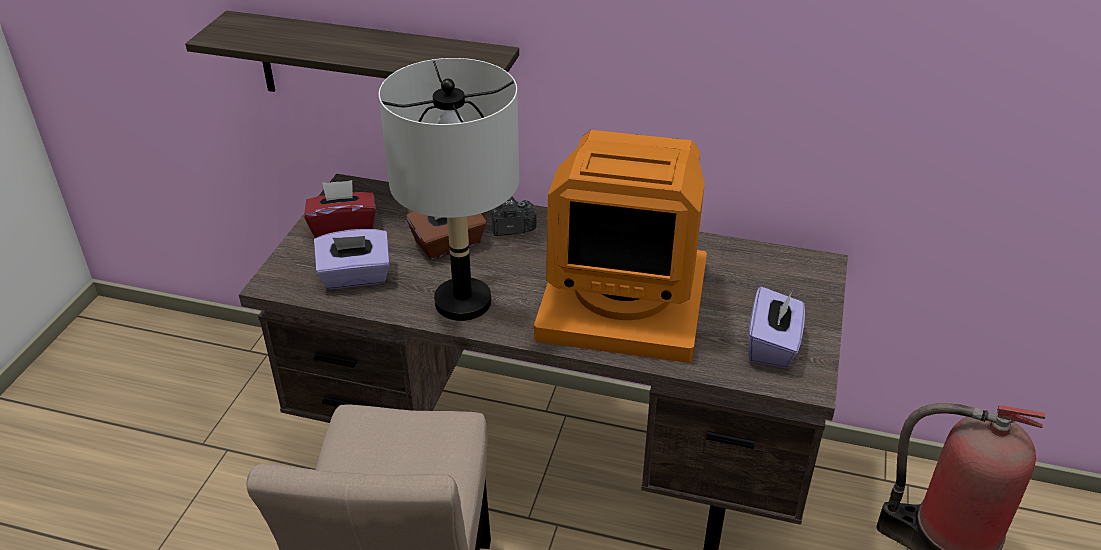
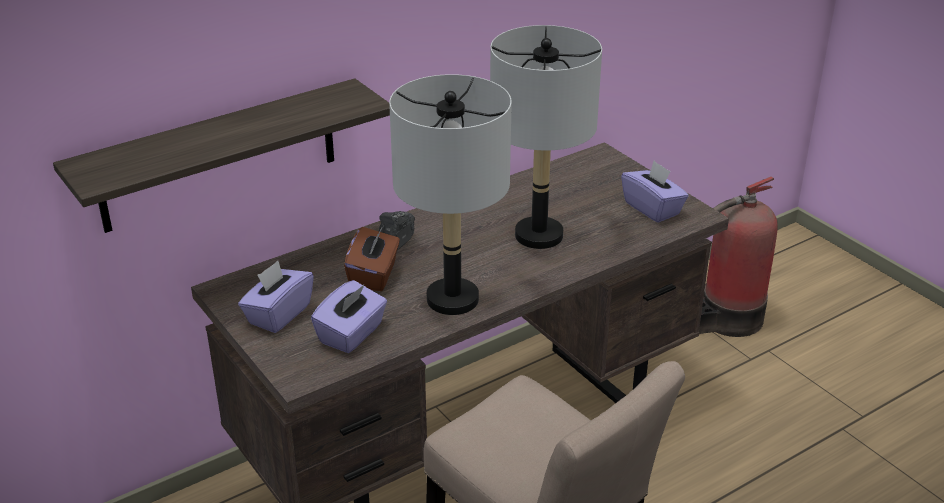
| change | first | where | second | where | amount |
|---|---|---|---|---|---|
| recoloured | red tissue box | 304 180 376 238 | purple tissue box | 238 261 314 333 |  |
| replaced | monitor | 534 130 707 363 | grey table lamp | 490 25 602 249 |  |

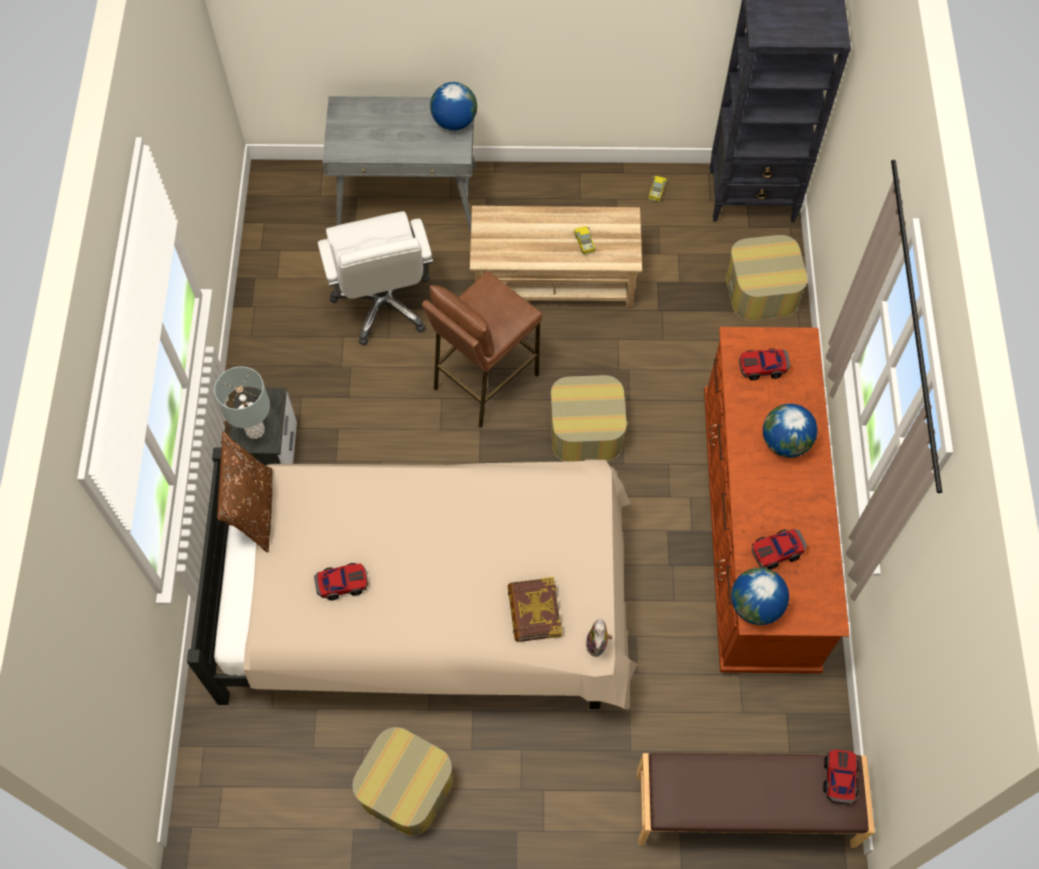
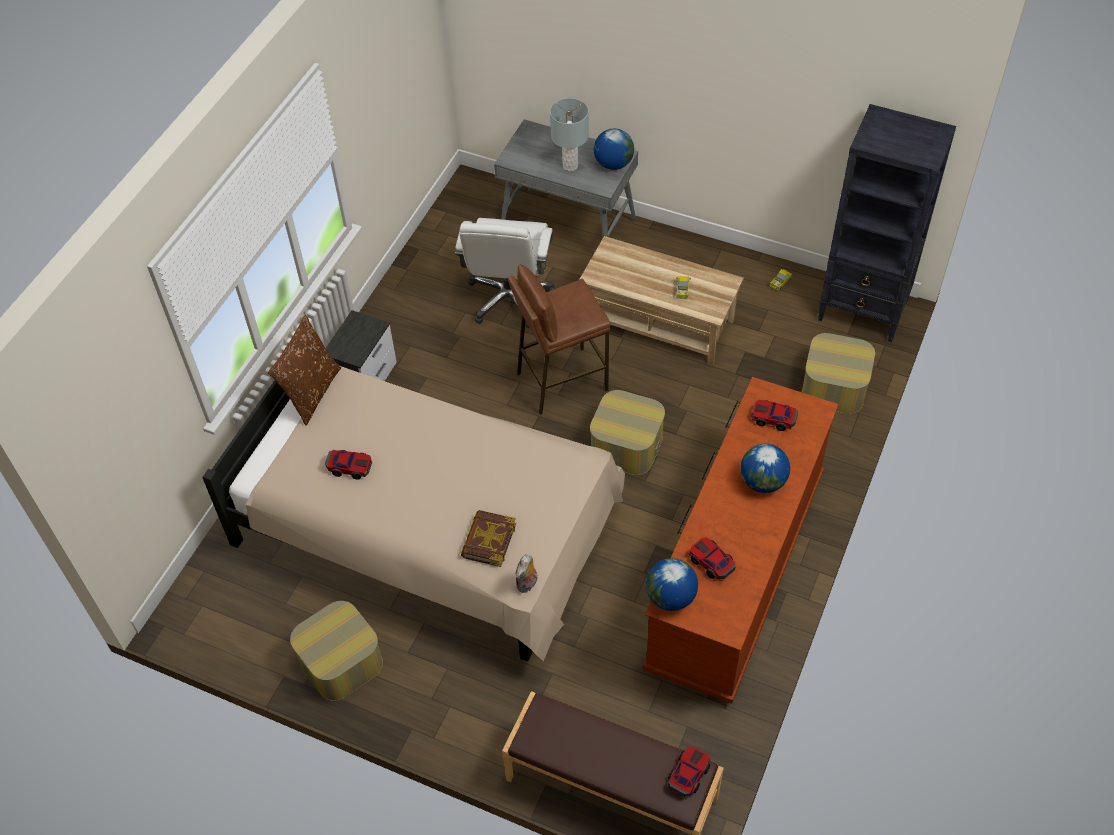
| change | first | where | second | where | amount |
|---|---|---|---|---|---|
| moved | grey table lamp | 214 366 270 439 |  | 550 98 589 171 |  |
| turned | toy car | 752 529 807 569 |  | 689 537 736 580 | 45 degrees clockwise |

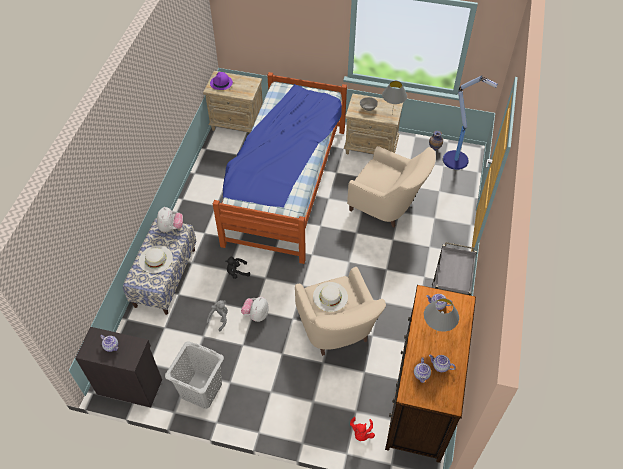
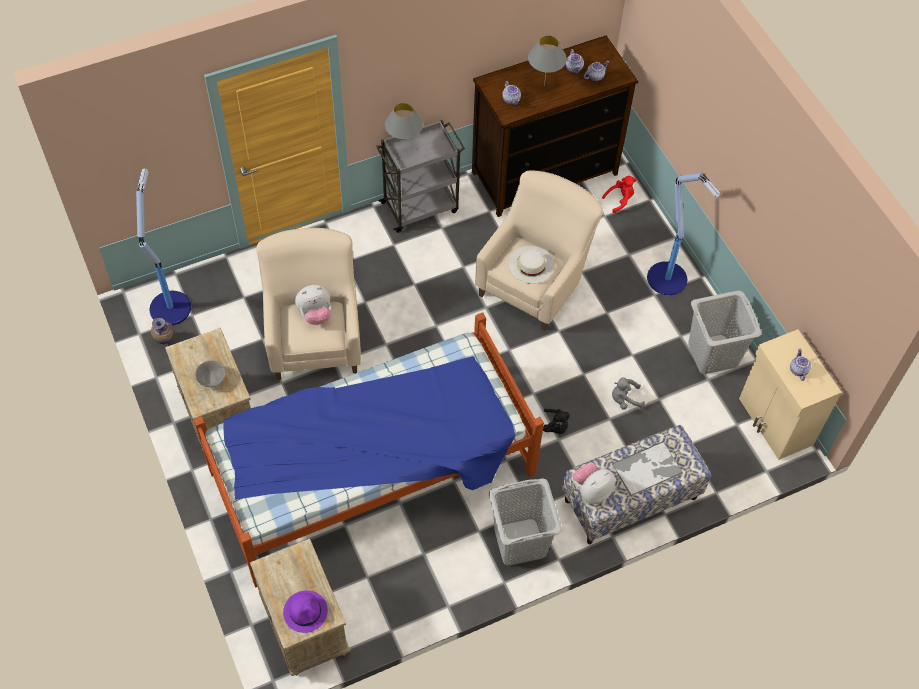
| change | first | where | second | where | amount |
|---|---|---|---|---|---|
| recoloured | black cabinet | 75 327 162 407 | beige cabinet | 739 329 842 460 |  |
| replaced | white hat | 139 246 173 273 | tray | 612 441 683 496 |  |
| moved | plush toy | 241 297 268 322 |  | 295 285 331 325 |  |
| moved | grey table lamp | 382 81 407 114 |  | 385 103 423 151 |  |
| added |  |  | grey laundry basket | 489 478 562 566 |  |
| added |  |  | floor lamp | 647 173 721 295 |  |

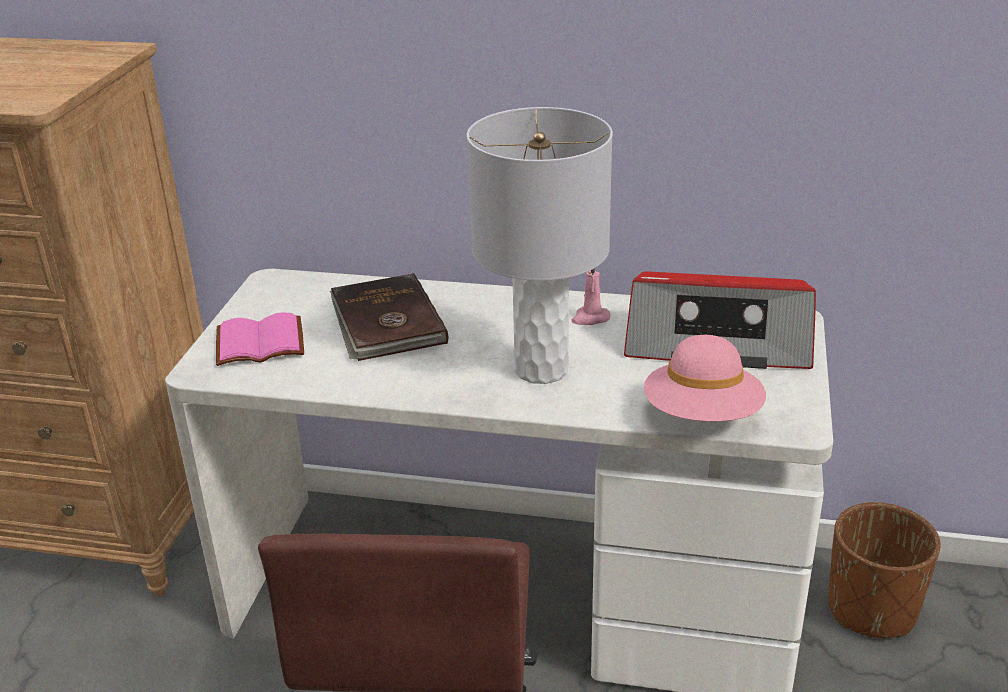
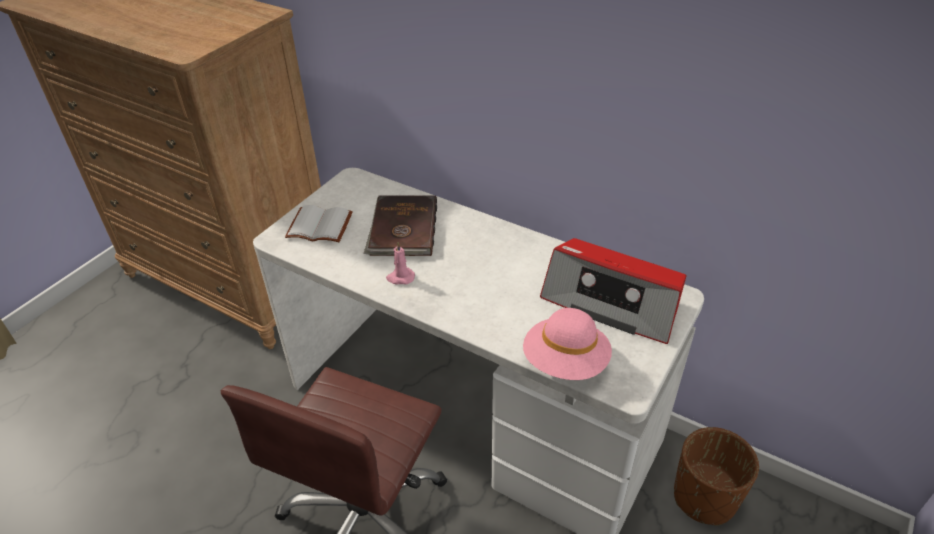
| change | first | where | second | where | amount |
|---|---|---|---|---|---|
| recoloured | pink book | 216 312 304 366 | white book | 285 205 353 242 |  |
| removed | grey table lamp | 467 107 613 384 |  |  |  |
| moved | pink candle | 572 268 610 325 |  | 386 242 415 285 |  |

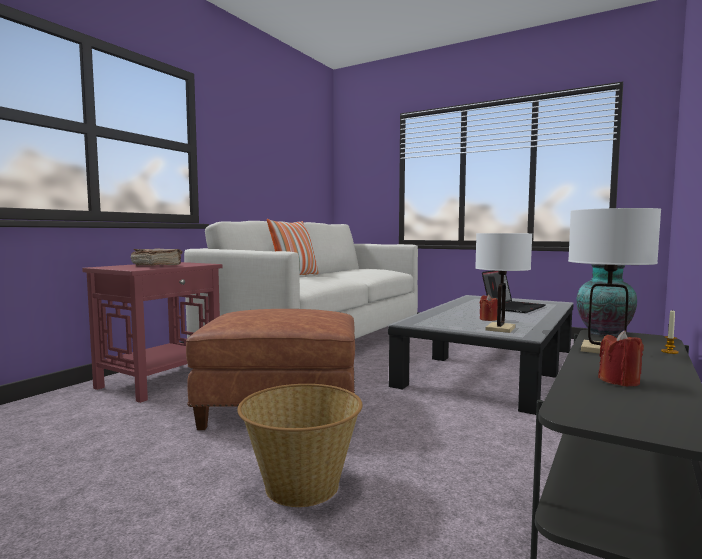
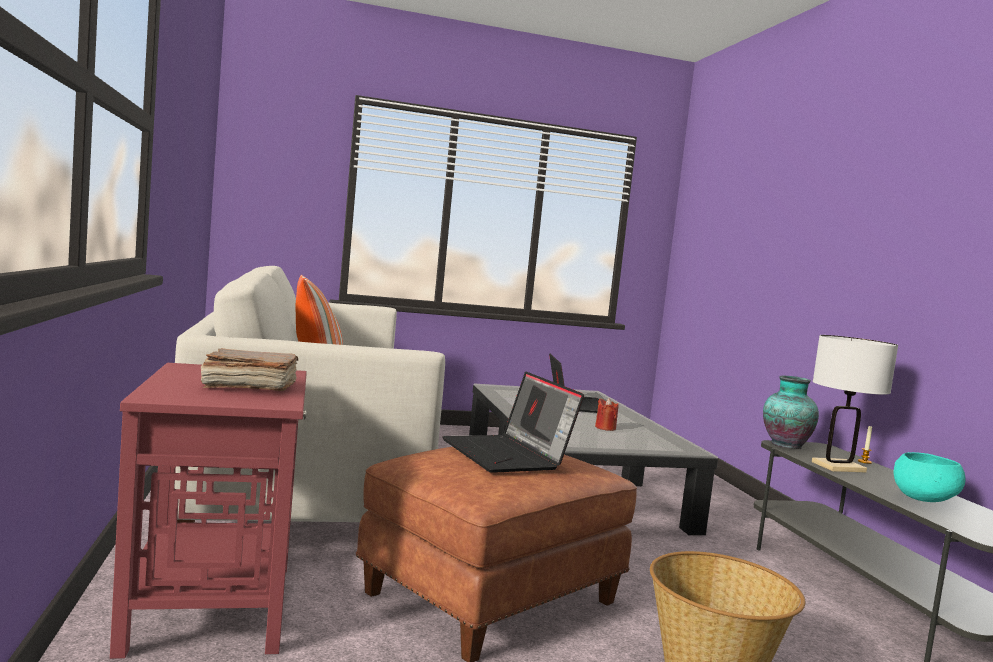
| change | first | where | second | where | amount |
|---|---|---|---|---|---|
| removed | white table lamp | 475 233 532 333 |  |  |  |
| replaced | red candle | 598 331 644 386 | turquoise bowl | 893 452 966 502 |  |
| added |  |  | laptop | 442 372 584 473 |  |

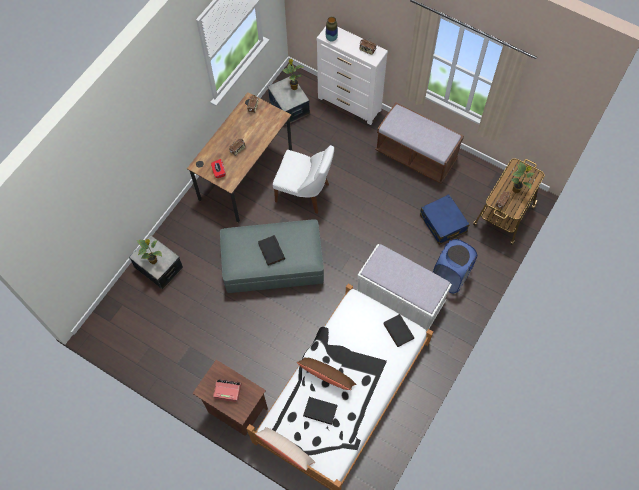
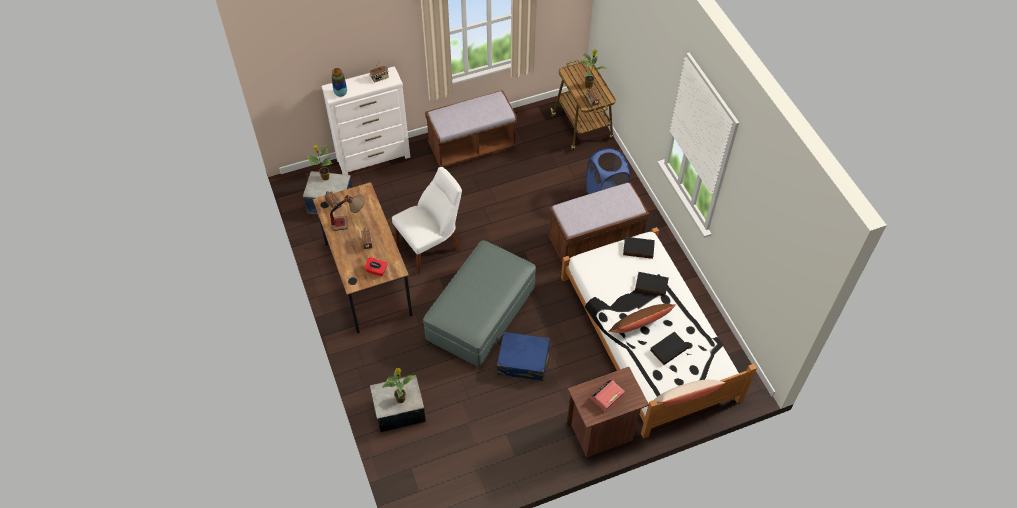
| change | first | where | second | where | amount |
|---|---|---|---|---|---|
| moved | black book | 258 235 285 266 |  | 635 272 669 297 |  |
| recoloured | white bench | 357 244 452 331 | brown bench | 548 183 649 261 |  |
| moved | blue suitcase | 420 194 470 245 |  | 497 332 551 381 |  |
| added |  |  | table lamp | 330 195 365 231 |  |

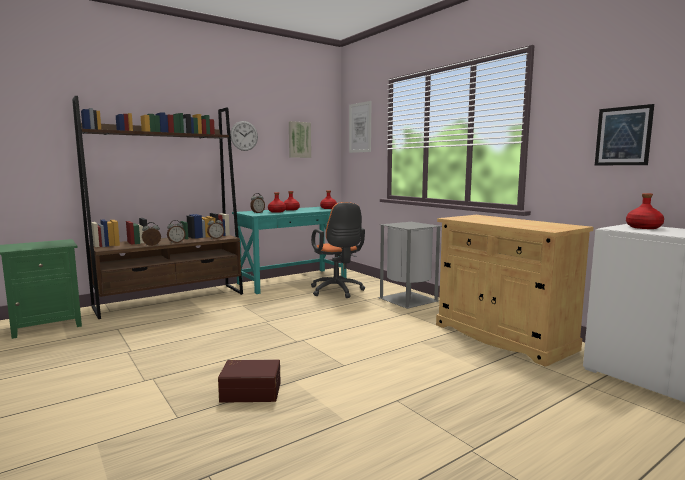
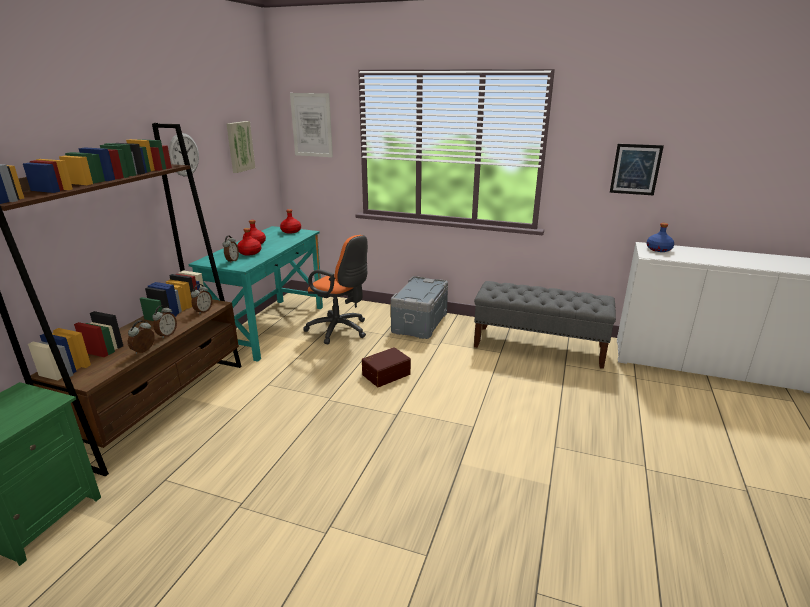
| change | first | where | second | where | amount |
|---|---|---|---|---|---|
| moved | brown storage box | 218 359 281 403 |  | 362 347 411 387 |  |
| replaced | grey trash can | 378 222 441 309 | grey storage box | 391 276 448 339 |  |
| replaced | beige cabinet | 436 215 593 367 | grey bench | 474 281 616 369 |  |
| recoloured | red bottle | 626 193 664 229 | blue bottle | 646 223 674 252 |  |

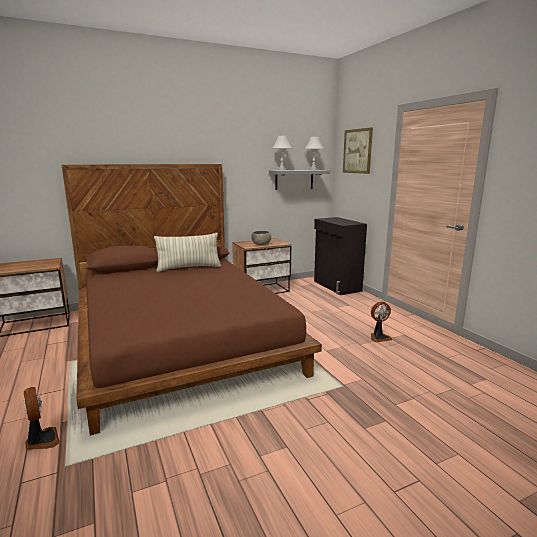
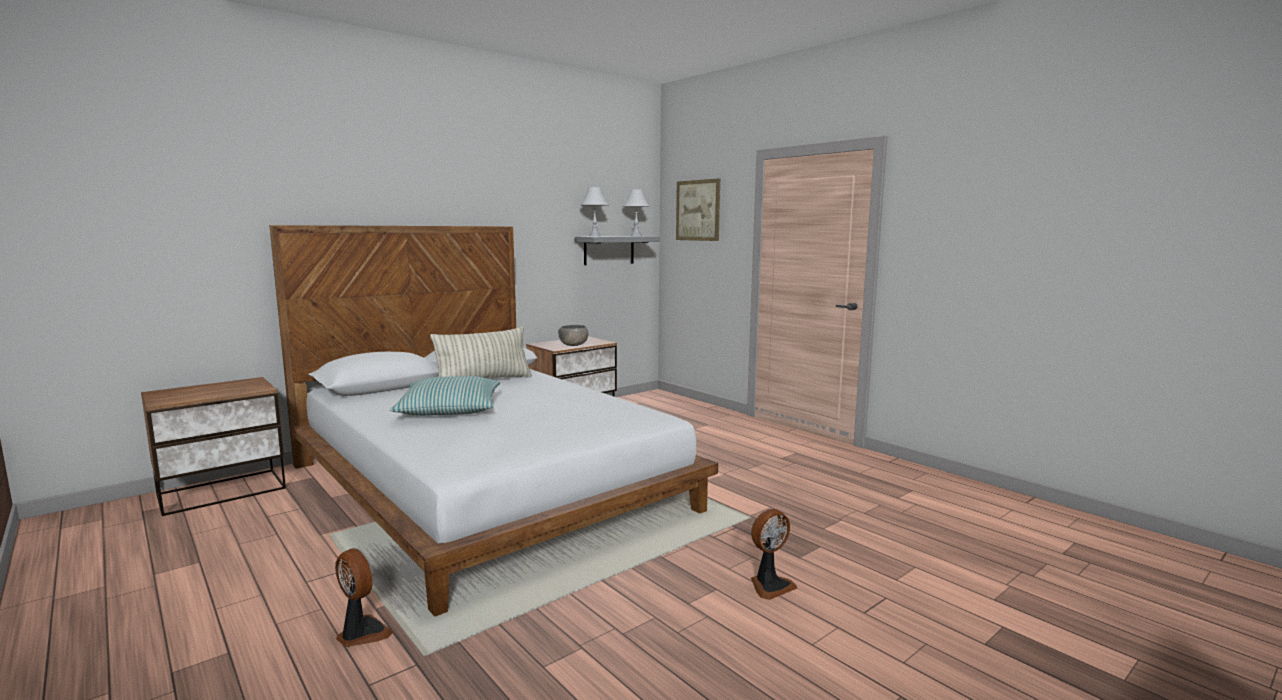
| change | first | where | second | where | amount |
|---|---|---|---|---|---|
| recoloured | brown bed | 62 164 322 436 | white bed | 270 225 718 617 |  |
| removed | black cabinet | 314 217 367 295 |  |  |  |
| moved | fan | 371 302 392 343 |  | 751 509 797 600 |  |
| added |  |  | pillow | 390 376 500 416 |  |

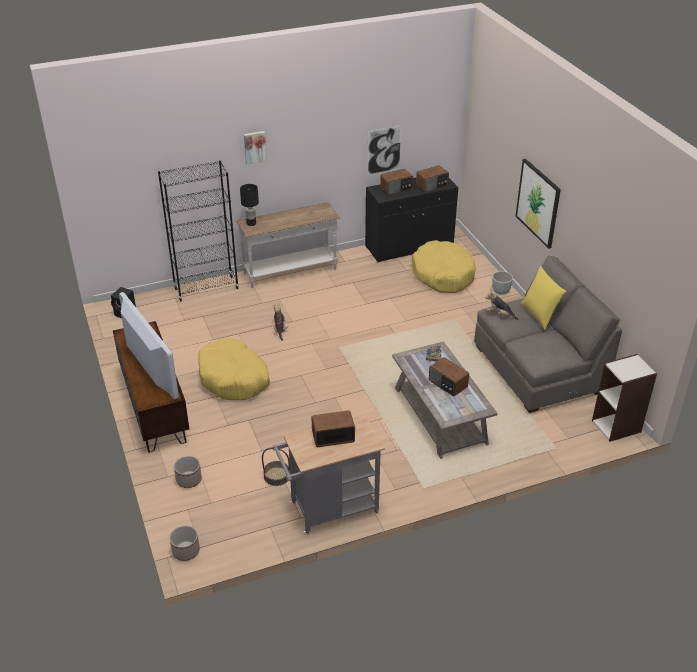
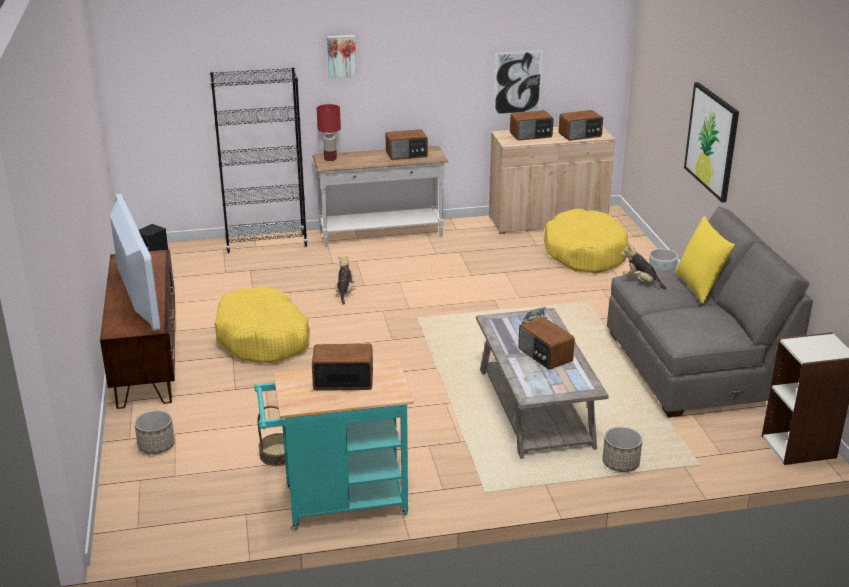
| change | first | where | second | where | amount |
|---|---|---|---|---|---|
| moved | planter | 169 525 200 561 |  | 602 427 643 472 |  |
| recoloured | black table lamp | 240 184 259 226 | red table lamp | 317 104 341 161 |  |
| recoloured | grey cart | 272 414 385 534 | turquoise cart | 254 360 414 529 |  |
| recoloured | black cabinet | 365 178 458 263 | beige cabinet | 489 127 615 234 |  |
| added |  |  | radio | 386 129 428 160 |  |

